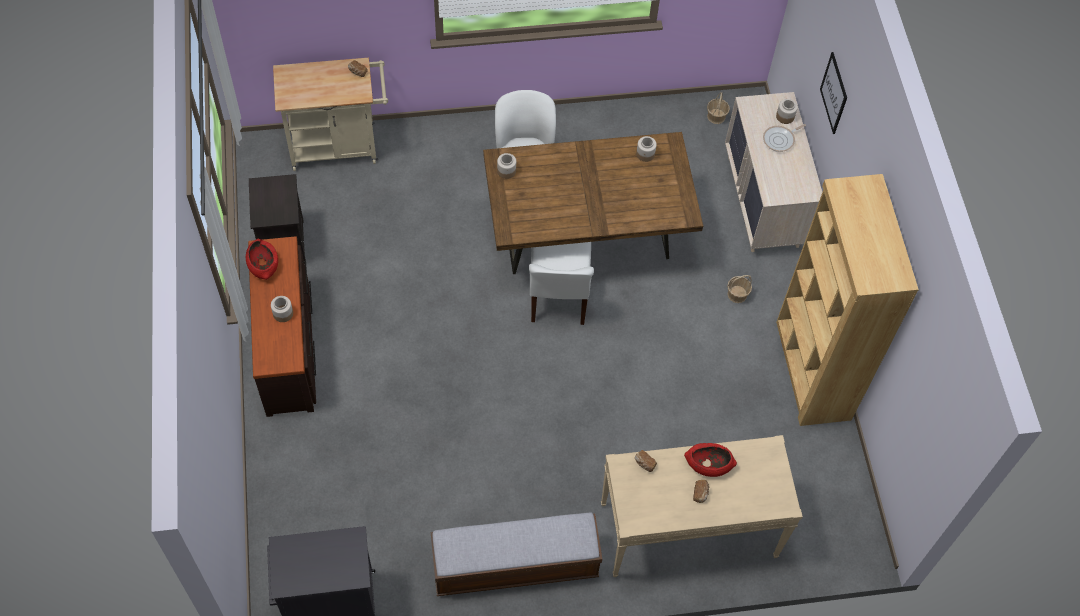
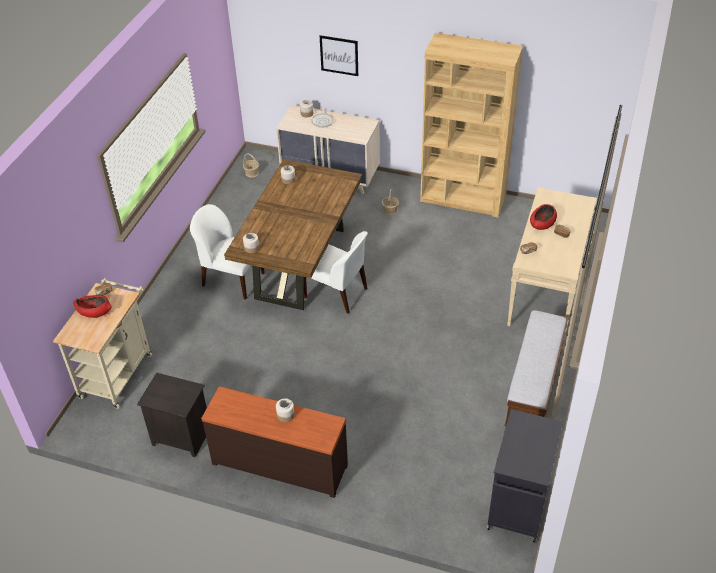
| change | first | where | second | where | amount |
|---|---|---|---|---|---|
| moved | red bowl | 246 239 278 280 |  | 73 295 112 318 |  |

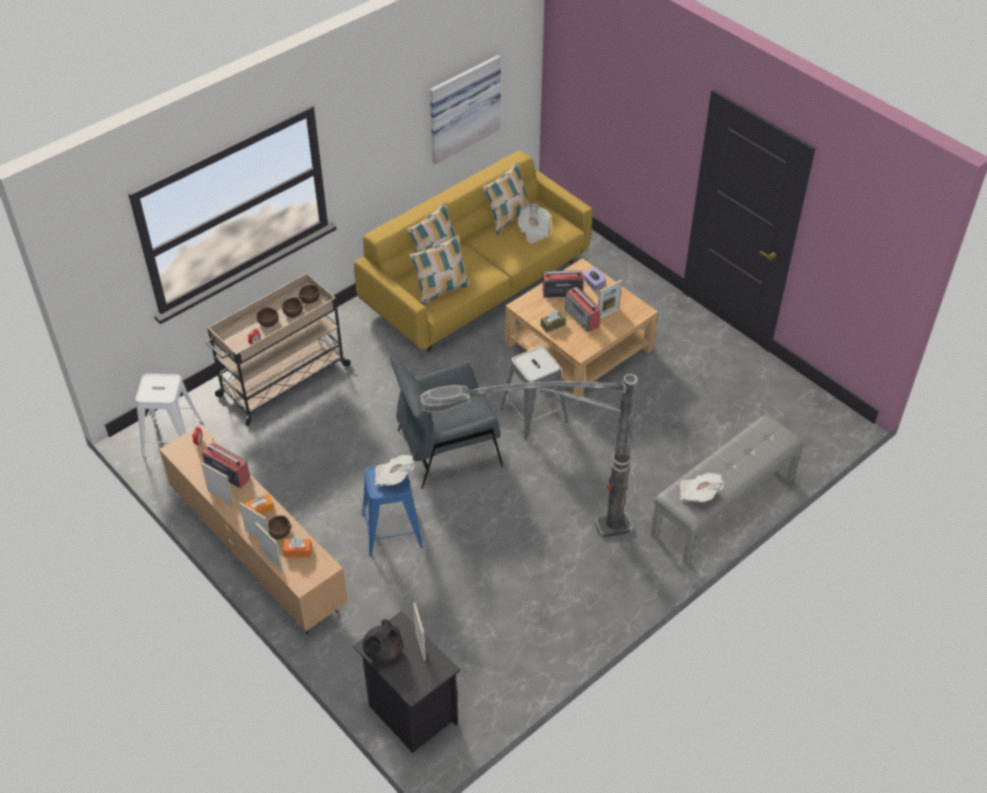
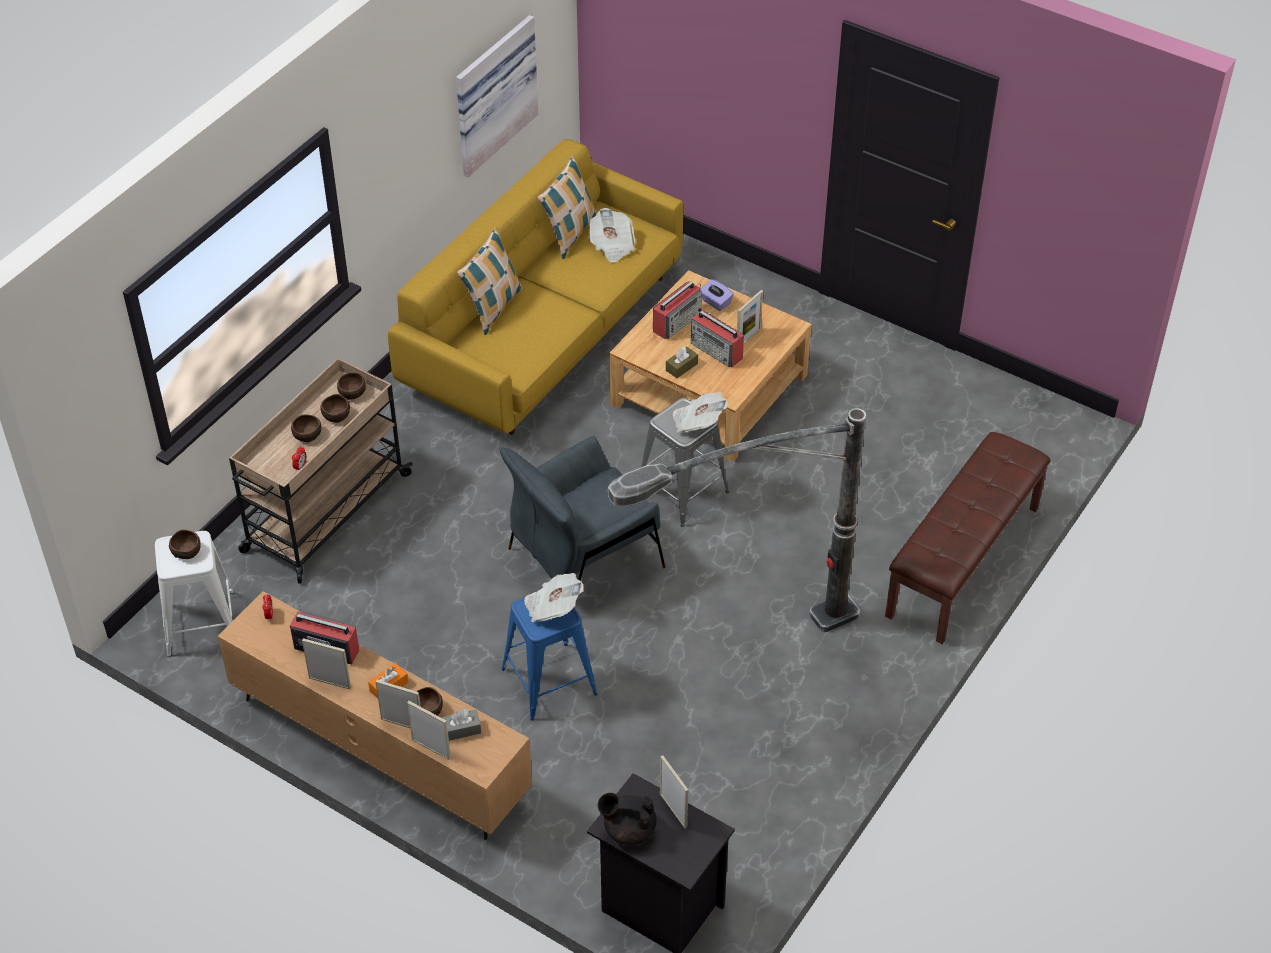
| change | first | where | second | where | amount |
|---|---|---|---|---|---|
| recoloured | orange tissue box | 283 537 312 557 | grey tissue box | 442 709 481 741 |  |
| turned | black teapot | 363 619 403 662 |  | 598 793 657 845 | 75 degrees clockwise |
| removed | pillow | 409 235 470 305 |  |  |  |
| turned | radio | 542 268 584 298 |  | 653 281 702 339 | 150 degrees clockwise |
| recoloured | grey bench | 651 415 804 565 | brown bench | 885 432 1051 644 |  |
| moved | newspaper | 680 473 724 502 |  | 672 392 728 433 |  |
| added |  |  | brown bowl | 169 529 201 559 |  |

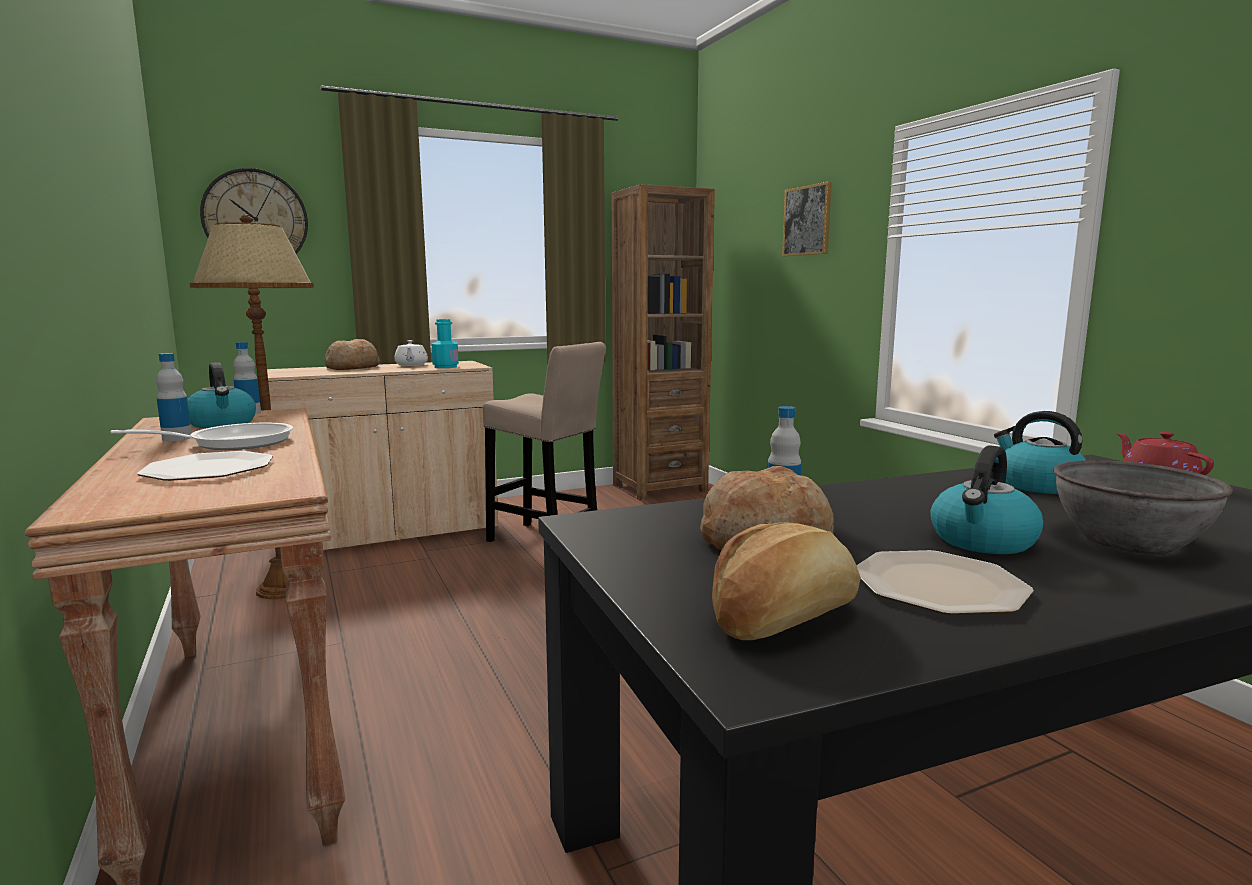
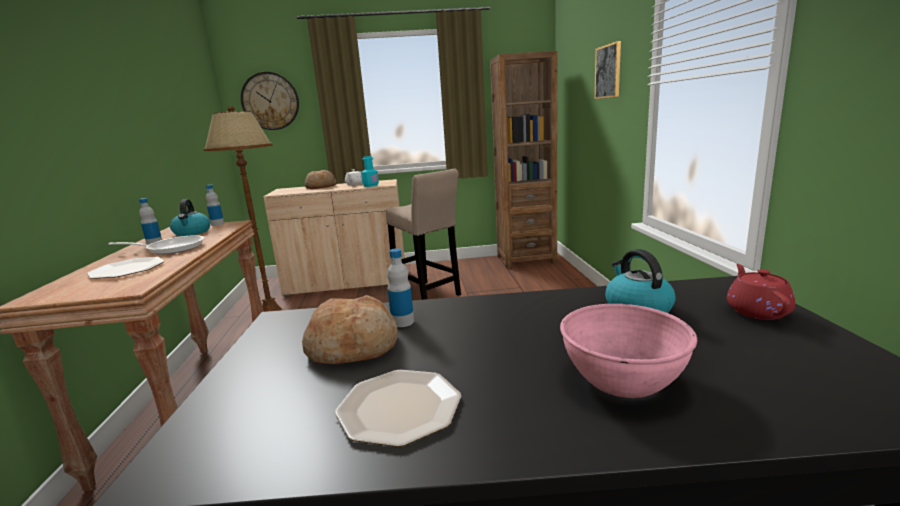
| change | first | where | second | where | amount |
|---|---|---|---|---|---|
| removed | bread | 712 522 861 640 |  |  |  |
| removed | kettle | 930 445 1043 554 |  |  |  |
| recoloured | grey bowl | 1054 460 1233 554 | pink bowl | 560 304 697 398 |  |

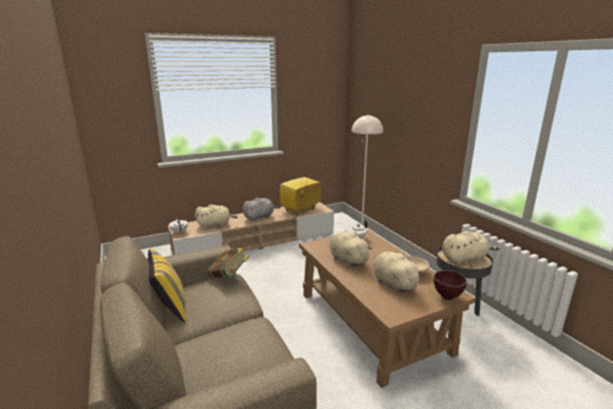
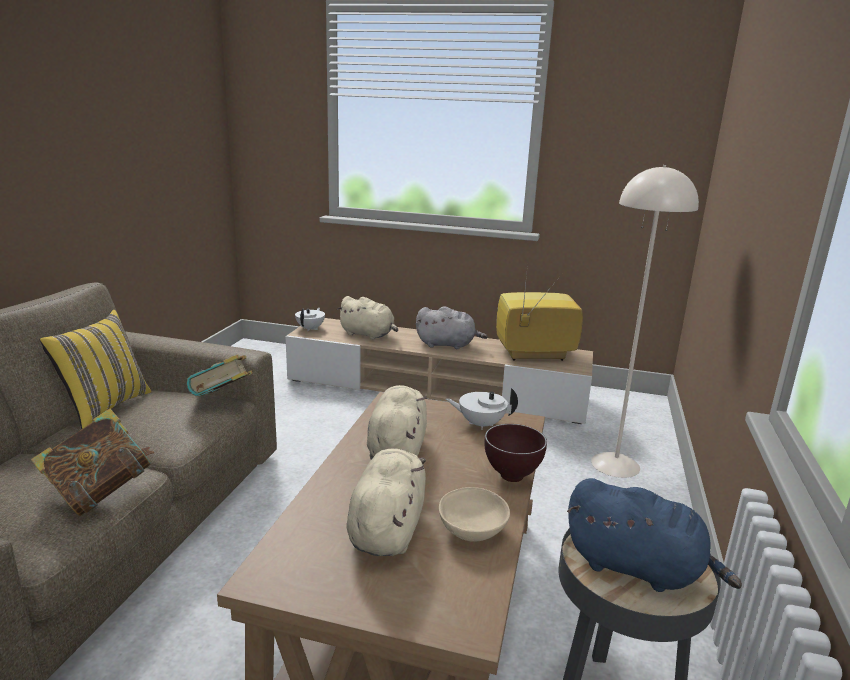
| change | first | where | second | where | amount |
|---|---|---|---|---|---|
| moved | brown bowl | 434 270 467 300 |  | 484 424 547 482 |  |
| recoloured | beige plush toy | 442 231 500 265 | blue plush toy | 567 478 742 592 |  |
| added |  |  | book | 31 408 155 516 |  |

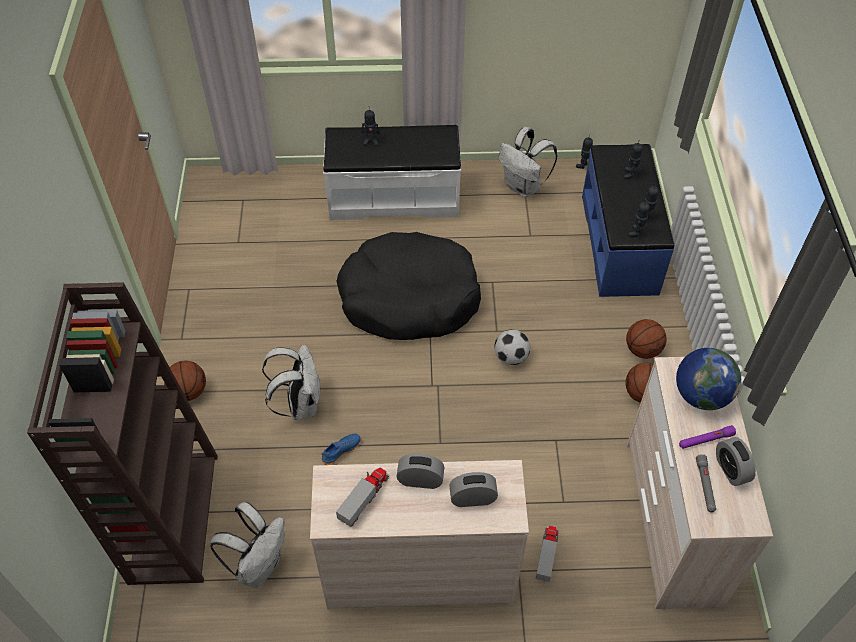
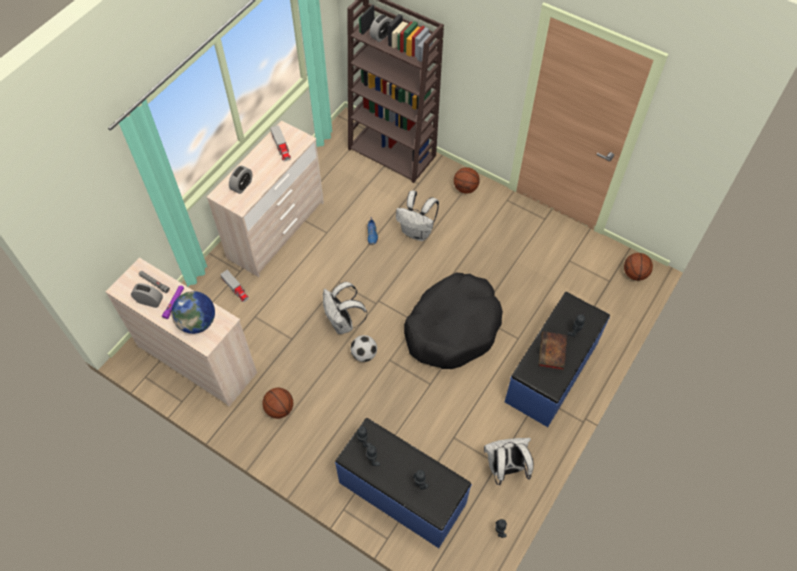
| change | first | where | second | where | amount |
|---|---|---|---|---|---|
| moved | white backpack | 210 502 285 588 |  | 323 282 367 334 |  |
| recoloured | white bench | 323 125 461 220 | blue bench | 505 292 610 427 |  |
| moved | alarm clock | 396 453 444 489 |  | 370 14 392 42 |  |
| moved | basketball | 626 319 667 359 |  | 624 253 653 281 |  |
| added |  |  | book | 538 331 567 371 |  |

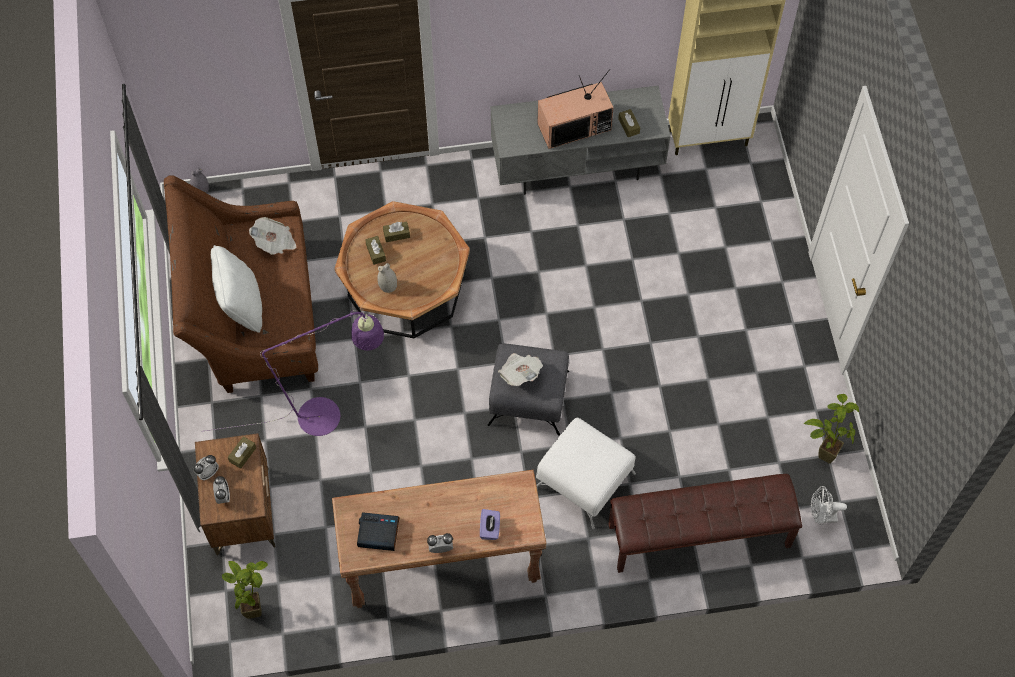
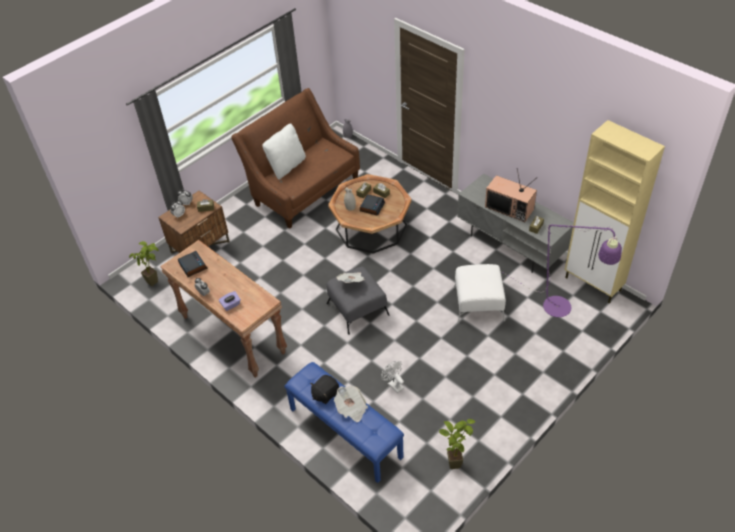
| change | first | where | second | where | amount |
|---|---|---|---|---|---|
| moved | purple floor lamp | 201 310 384 436 |  | 501 225 622 317 |  |
| moved | newspaper | 249 217 297 255 |  | 334 386 368 422 |  |
| moved | white ottoman | 536 418 636 529 |  | 453 264 506 324 |  |
| recoloured | brown bench | 609 474 802 573 | blue bench | 284 362 404 483 |  |
| moved | white fan | 811 486 847 525 |  | 381 361 404 393 |  |
| added |  |  | black plush toy | 310 375 339 404 |  |
| added |  |  | alarm clock | 360 194 385 216 |  |

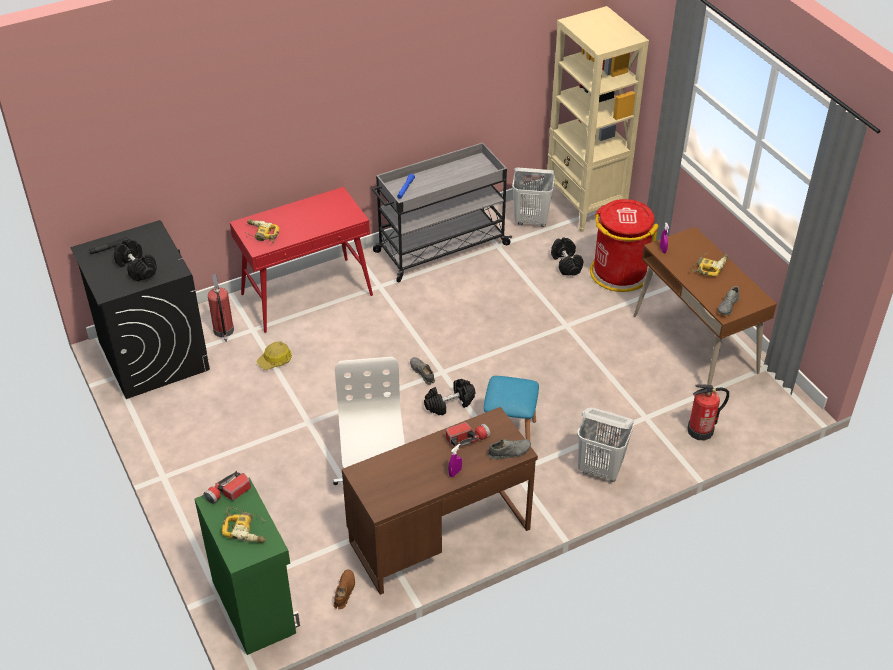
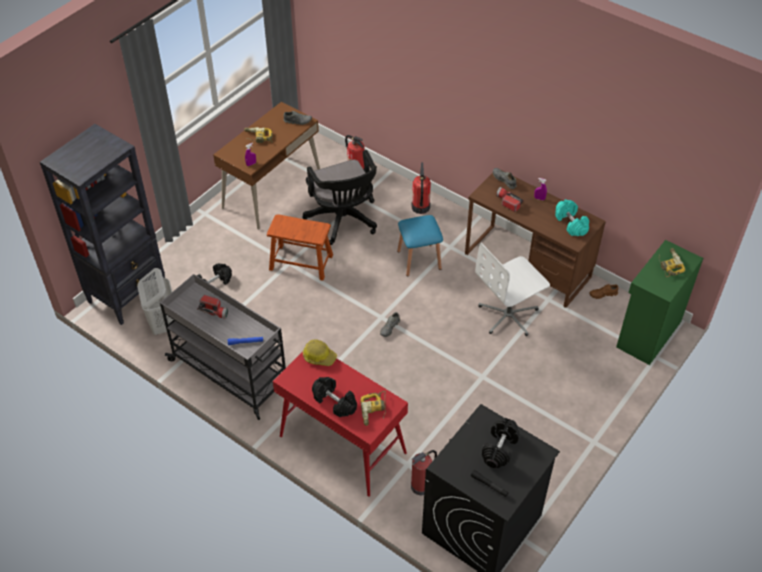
| change | first | where | second | where | amount |
|---|---|---|---|---|---|
| moved | flashlight | 203 471 251 504 |  | 197 295 228 319 |  |
| moved | hard hat | 257 341 292 370 |  | 303 340 337 366 |  |
| moved | black dumbbell | 424 379 475 415 |  | 312 377 357 417 |  |
| recoloured | beige bookcase | 547 6 649 232 | black bookcase | 40 124 165 325 |  |
| replaced | white laundry basket | 577 407 634 482 | fire extinguisher | 411 162 431 214 |  |
| removed | red trash can | 590 199 659 292 |  |  |  |
| added |  |  | brown stool | 267 214 333 281 |  |
| added |  |  | black office chair | 303 150 377 245 |  |
| added |  |  | turquoise dumbbell | 555 199 589 236 |  |

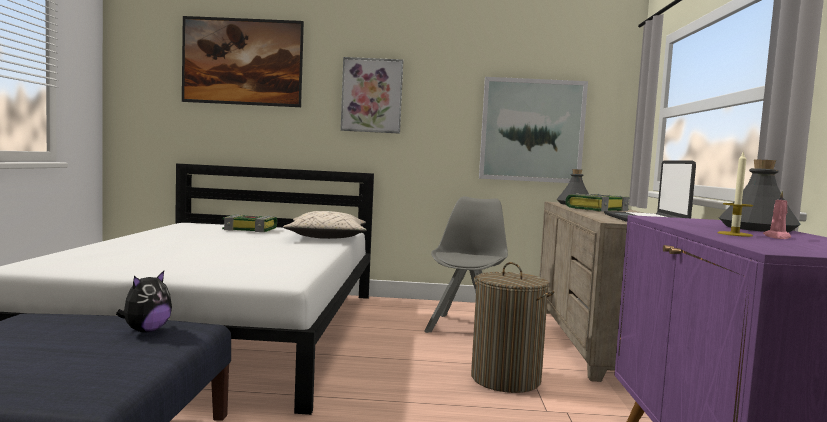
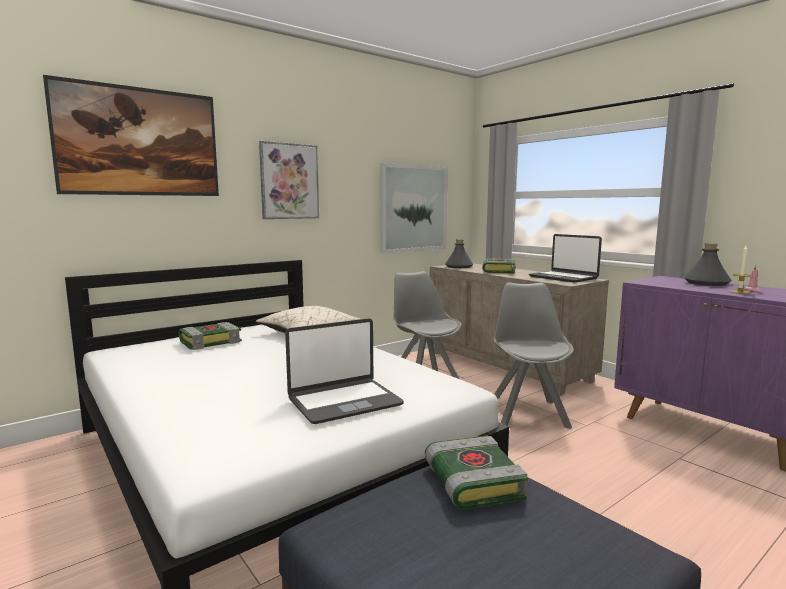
| change | first | where | second | where | amount |
|---|---|---|---|---|---|
| replaced | plush toy | 116 271 172 332 | book | 425 435 528 509 |  |
| replaced | laundry basket | 471 262 554 393 | grey chair | 494 282 574 429 |  |
| added |  |  | laptop | 285 318 404 424 |  |

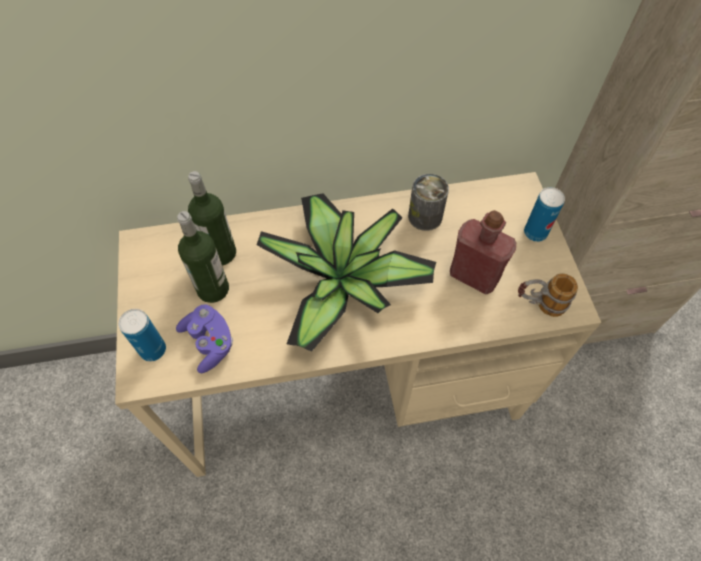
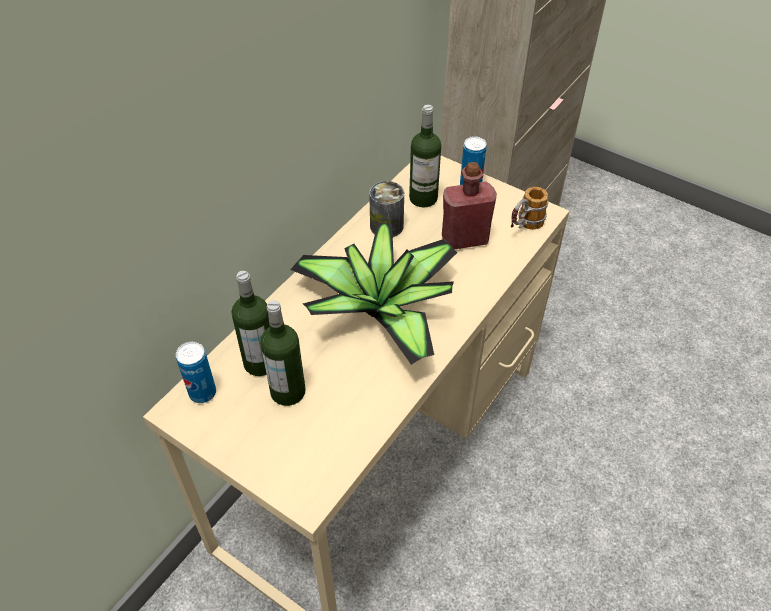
| change | first | where | second | where | amount |
|---|---|---|---|---|---|
| moved | can | 118 309 166 362 |  | 176 342 216 403 |  |
| removed | purple game controller | 176 304 233 373 |  |  |  |
| added |  |  | bottle | 409 105 441 207 |  |

